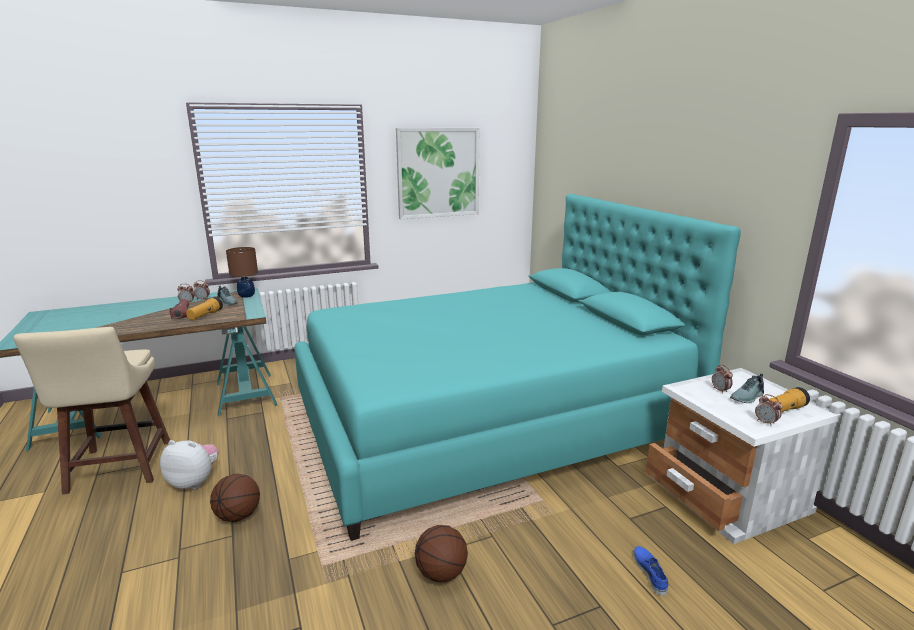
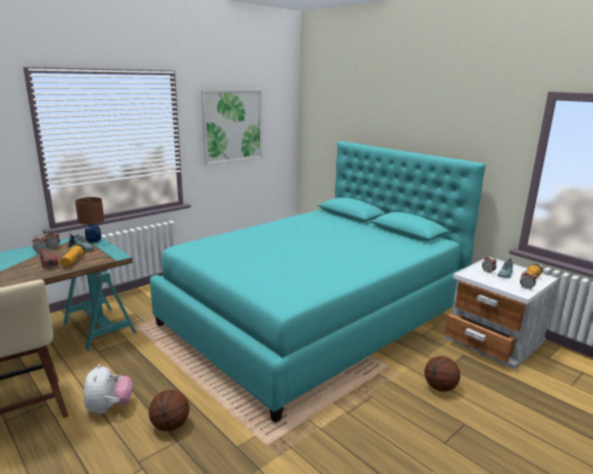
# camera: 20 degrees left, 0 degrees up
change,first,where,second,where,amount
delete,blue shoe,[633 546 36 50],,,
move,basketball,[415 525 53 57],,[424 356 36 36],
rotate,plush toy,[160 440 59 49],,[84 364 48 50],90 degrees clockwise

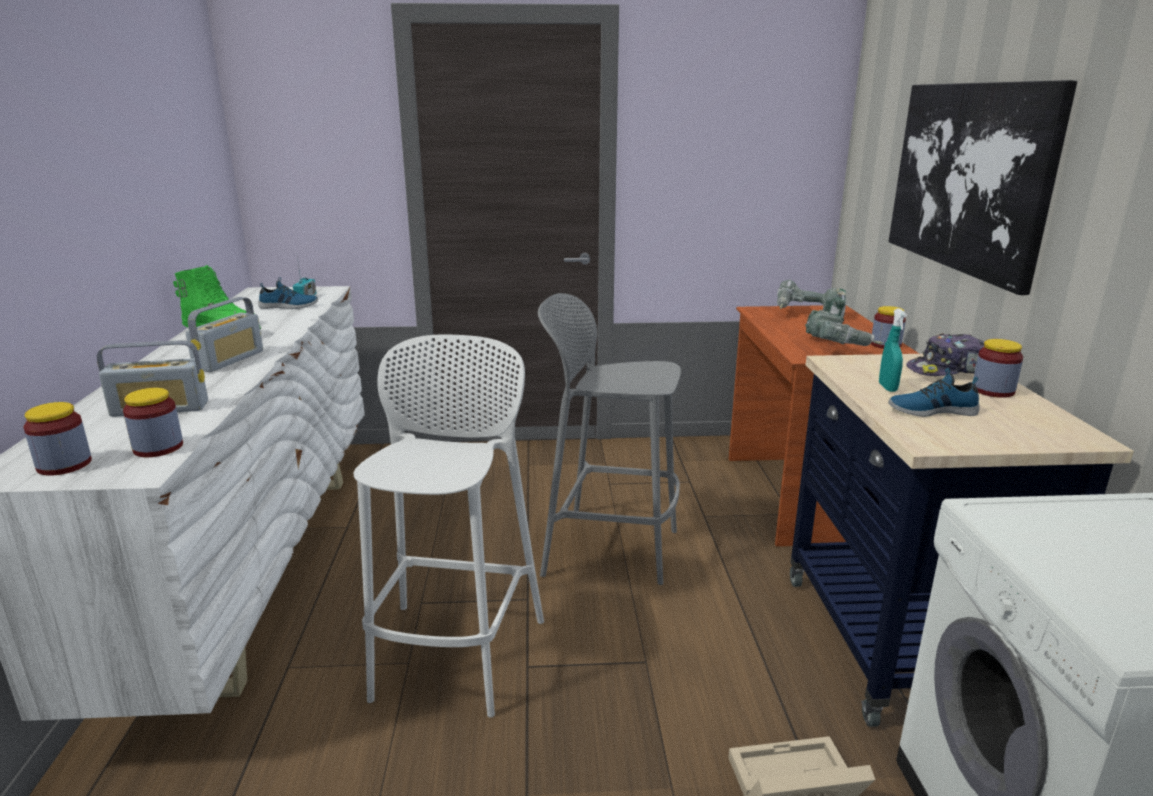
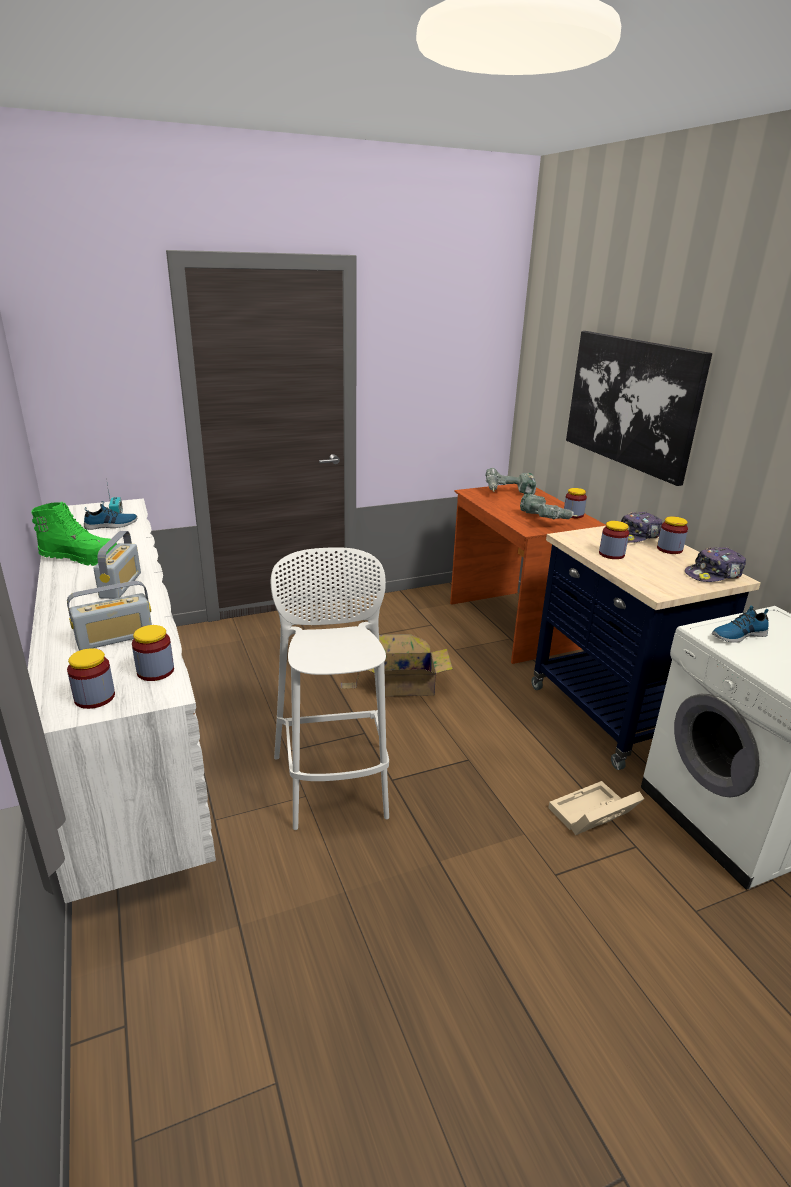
# camera: 20 degrees left, 5 degrees up
change,first,where,second,where,amount
insert,,,cap,[685 547 61 35],
move,shoe,[888 368 91 49],,[712 605 57 38],
replace,grey stool,[538 293 143 292],cardboard box,[340 634 113 63],
replace,turquoise spray bottle,[879 308 28 84],jar,[599 521 30 38],

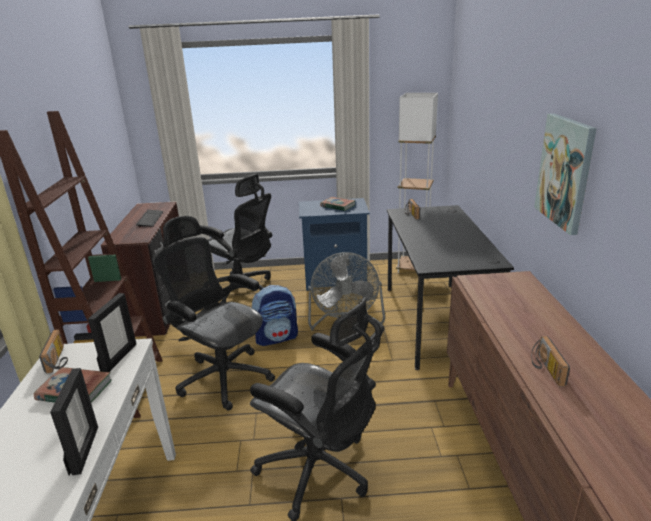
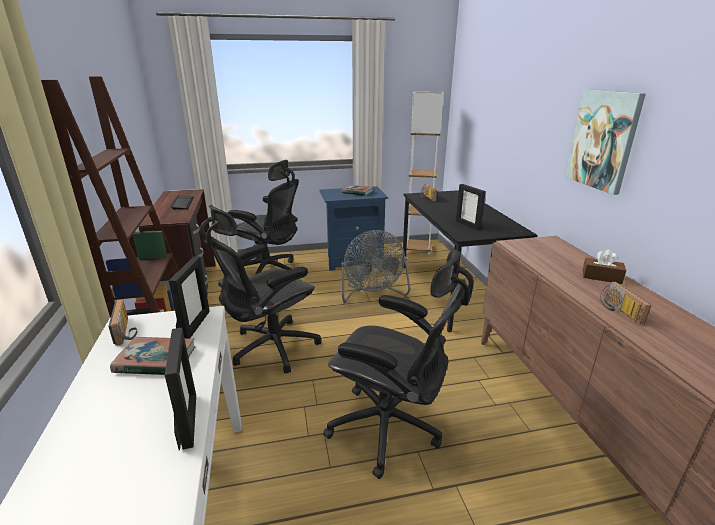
# camera: 10 degrees left, 0 degrees up
change,first,where,second,where,amount
delete,backpack,[252 285 46 61],,,
insert,,,picture frame,[456 184 30 46],
insert,,,brown tissue box,[582 250 44 34],
rotate,office chair,[152 216 123 195],,[200 205 121 168],75 degrees counterclockwise

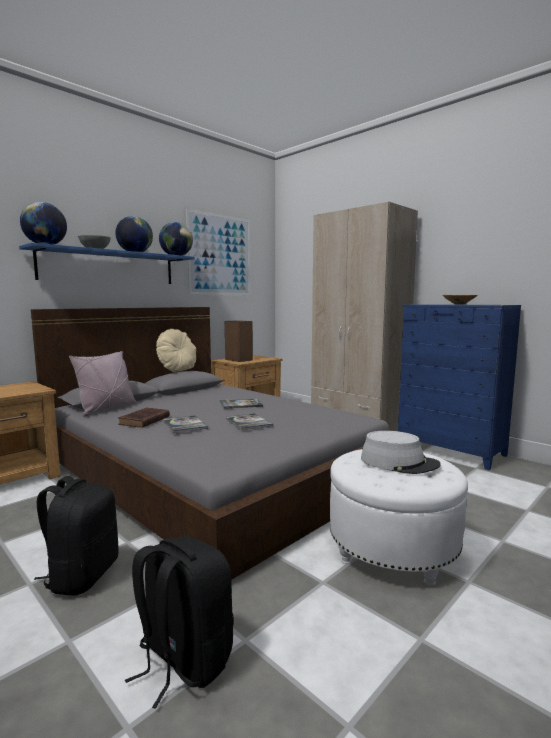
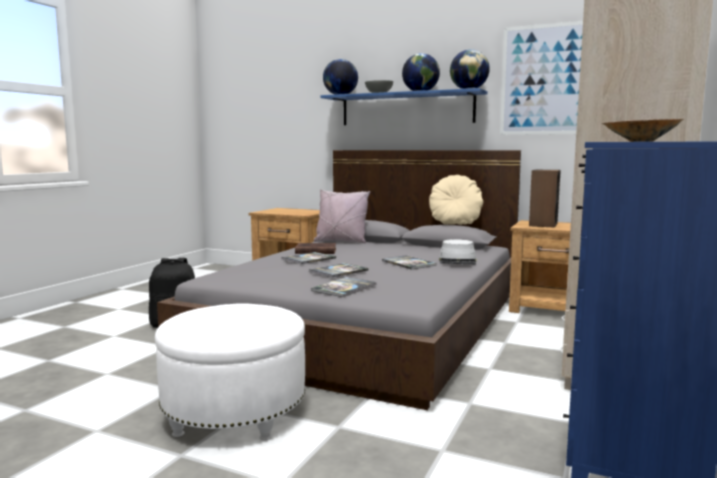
# camera: 70 degrees right, 0 degrees up
change,first,where,second,where,amount
delete,black backpack,[125 536 109 173],,,
insert,,,book,[311 277 66 20],
move,grey hat,[361 431 80 43],,[439 239 38 25],

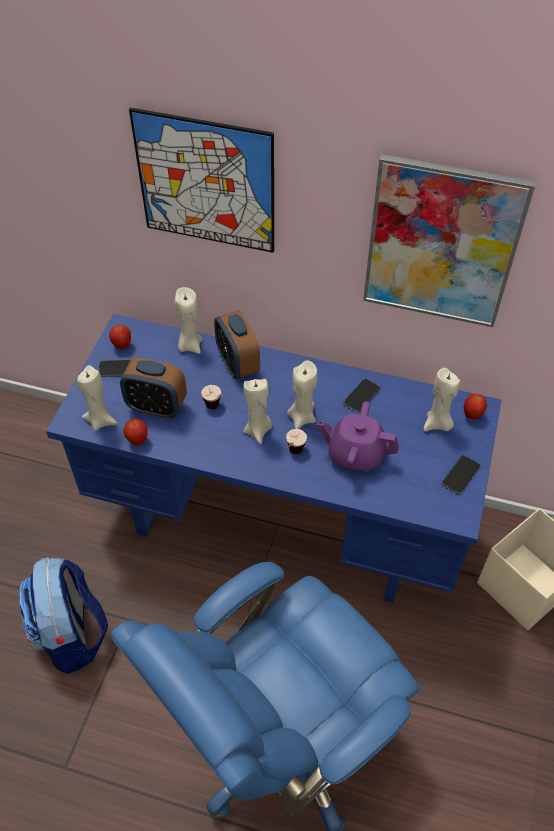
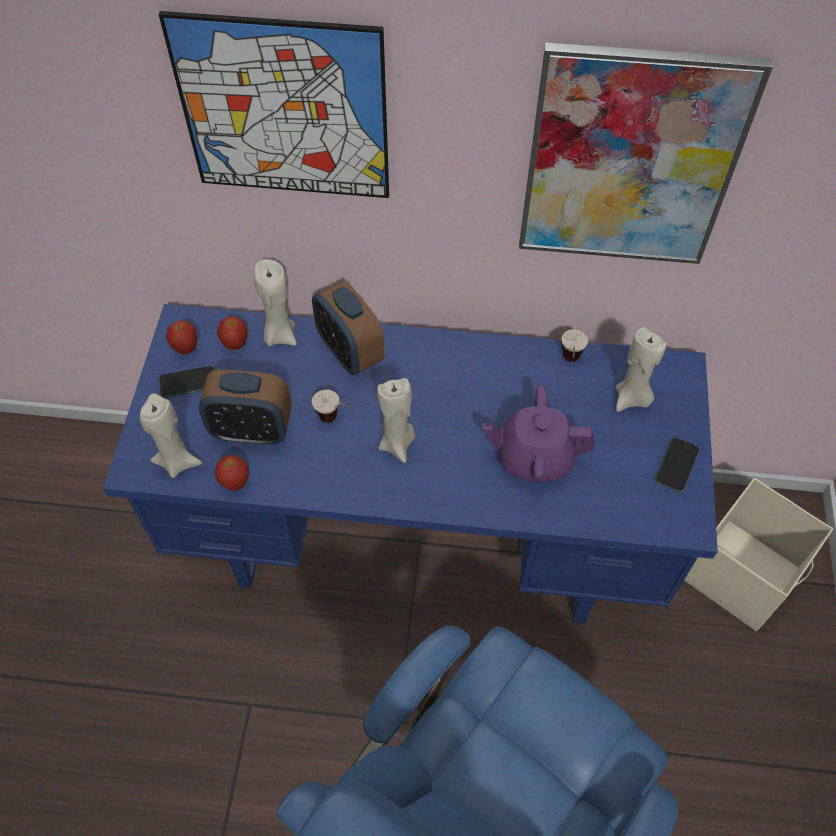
# camera: 10 degrees left, 5 degrees up
change,first,where,second,where,amount
delete,backpack,[19 557 89 117],,,
delete,beige candle,[287 360 30 69],,,
delete,phone,[343 379 38 34],,,
move,cup,[286 429 21 25],,[561 329 27 33],
move,apple,[464 394 23 25],,[217 316 31 34],

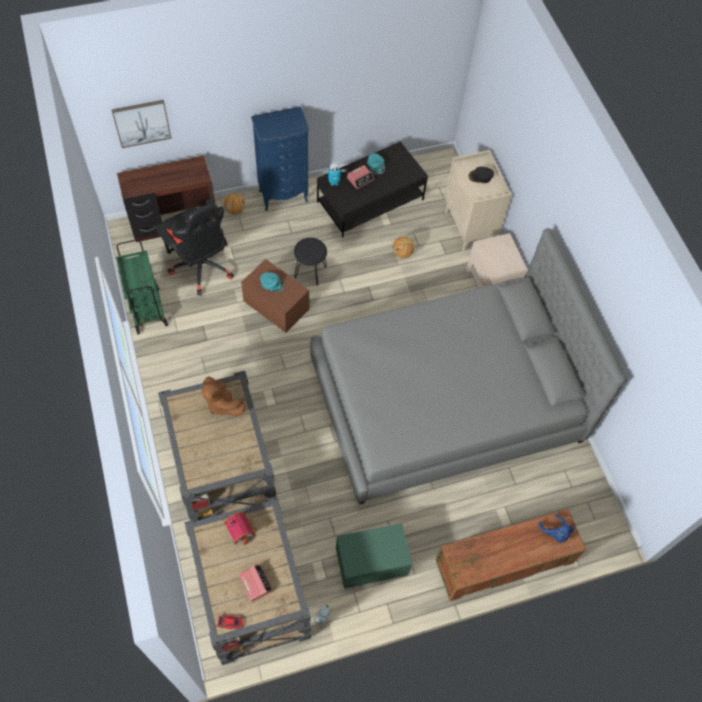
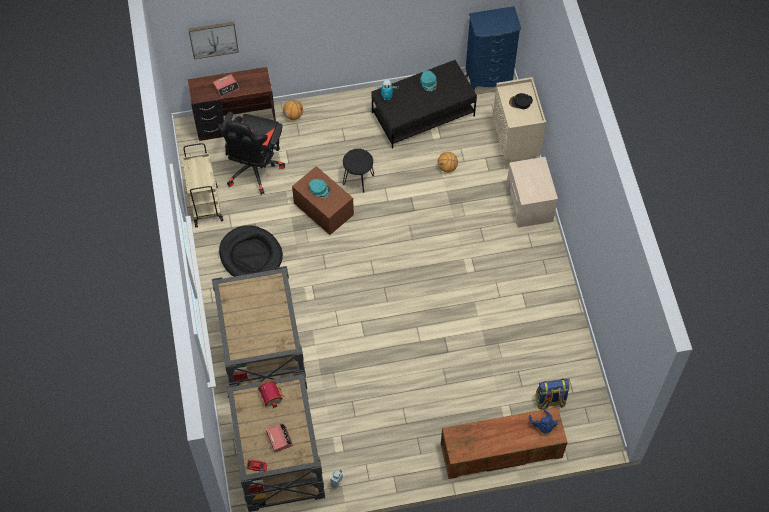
# camera: 10 degrees right, 0 degrees up
change,first,where,second,where,amount
delete,brown plush toy,[202 377 43 39],,,
delete,grey bed,[310 228 317 276],,,
delete,green storage box,[336 523 76 65],,,
insert,,,black dog bed,[219 225 64 52],
insert,,,backpack,[535 379 34 31],
move,blue dresser,[251 107 58 104],,[466 6 55 84],
move,alarm clock,[347 165 27 24],,[213 74 26 23],
recolor,green cart,[116 239 52 96],beige cart,[182 143 41 85],
rotate,black office chair,[155 199 79 97],,[218 112 67 83],45 degrees clockwise

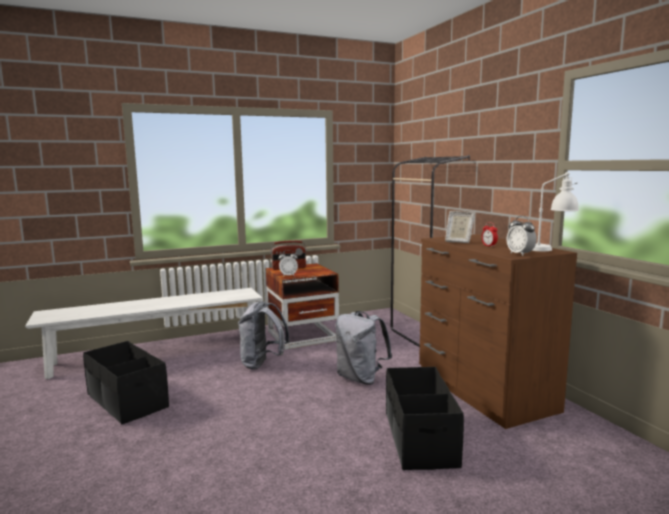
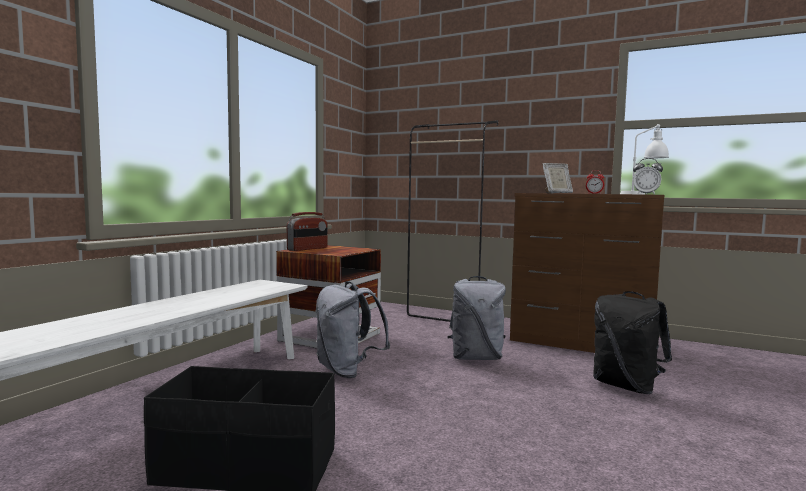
# camera: 40 degrees left, 5 degrees down
change,first,where,second,where,amount
delete,alarm clock,[278 250 20 27],,,
replace,black storage box,[386 367 78 103],black backpack,[593 291 79 103],

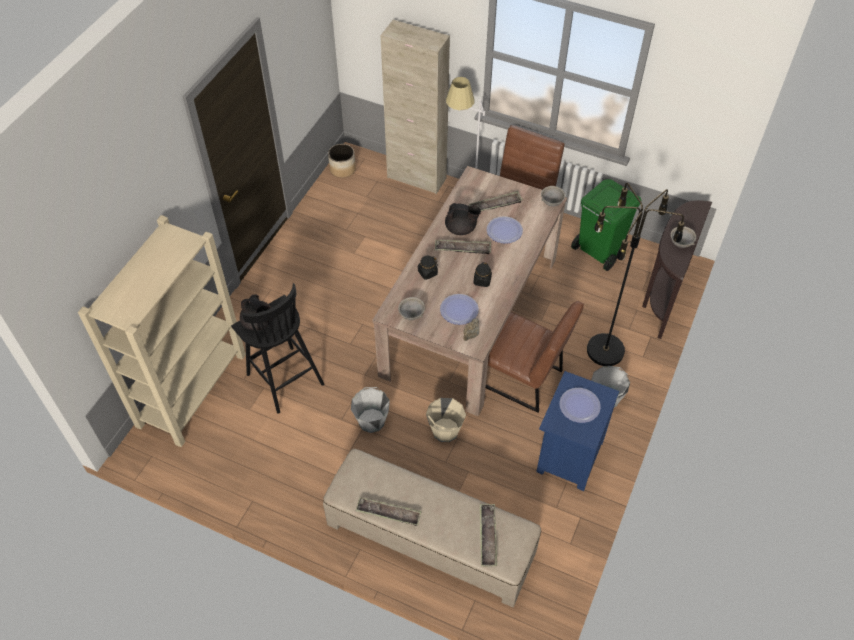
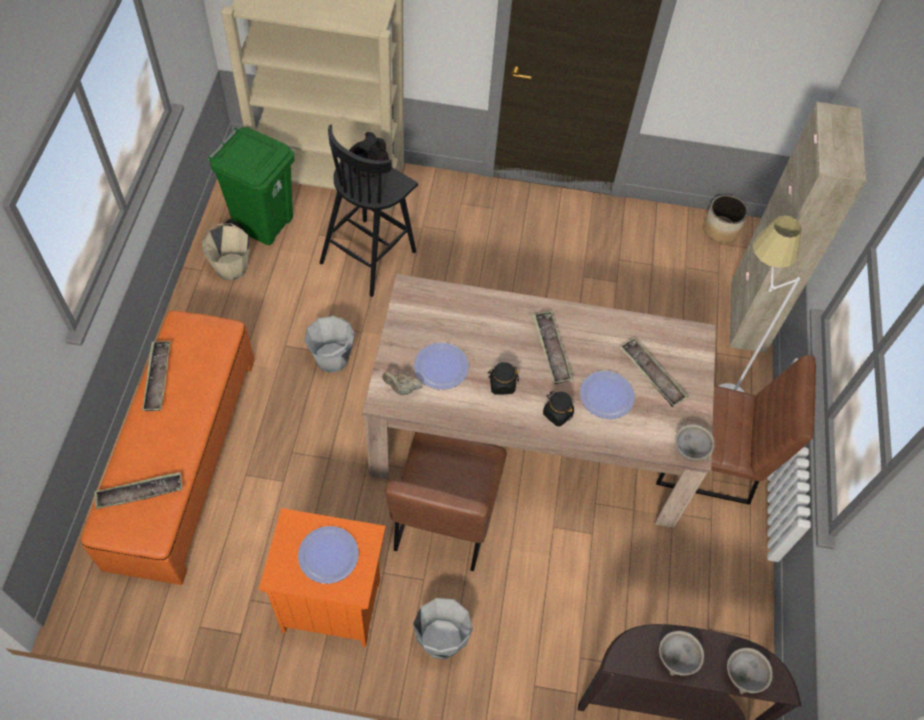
# camera: 70 degrees right, 5 degrees up
change,first,where,second,where,amount
delete,black teapot,[445 203 36 32],,,
delete,floor lamp,[587 183 98 183],,,
move,grey bowl,[398 297 27 23],,[727 648 46 46],
move,black jar,[417 256 21 24],,[543 391 31 35],
move,beige bucket,[426 398 40 44],,[202 223 48 57],
move,green trash can,[571 179 70 92],,[207 127 87 118],
recolor,beige bench,[323 449 218 158],orange bench,[81 311 173 274],
recolor,blue nightstand,[536 371 83 120],orange nightstand,[259 508 127 139],

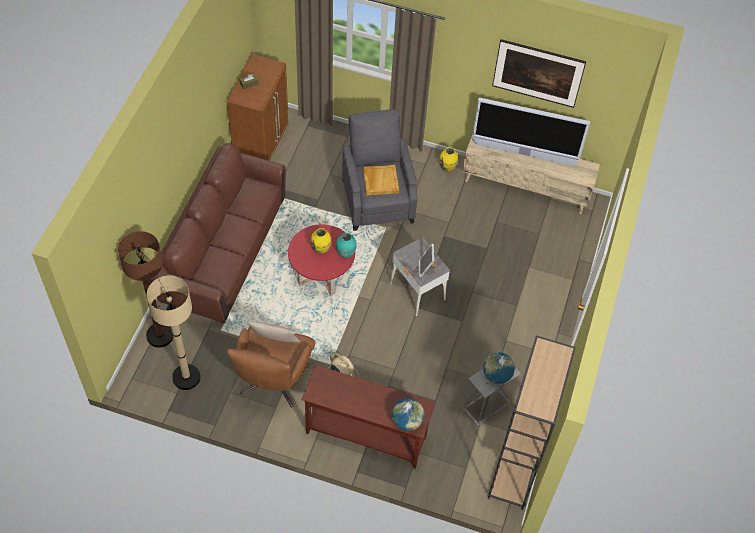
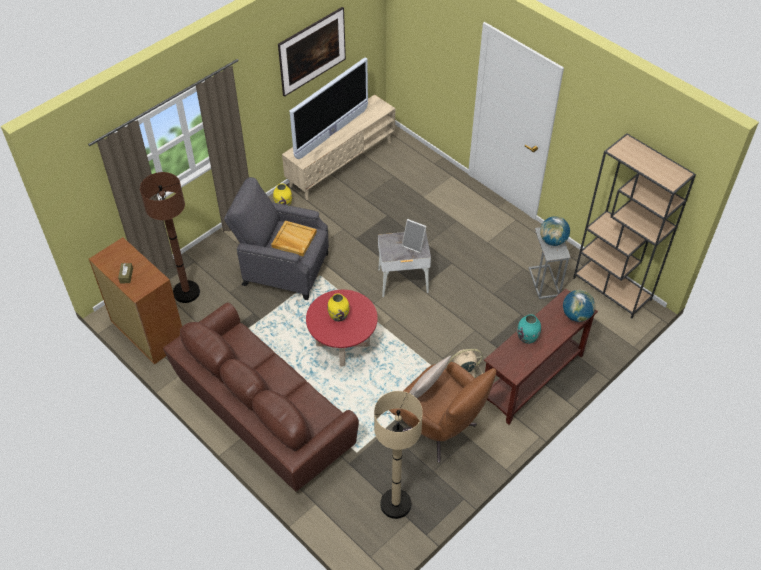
# camera: 60 degrees left, 5 degrees down
change,first,where,second,where,amount
move,brown floor lamp,[118 231 55 117],,[140 172 60 131],
move,turquoise vase,[336 233 21 25],,[517 314 24 30],

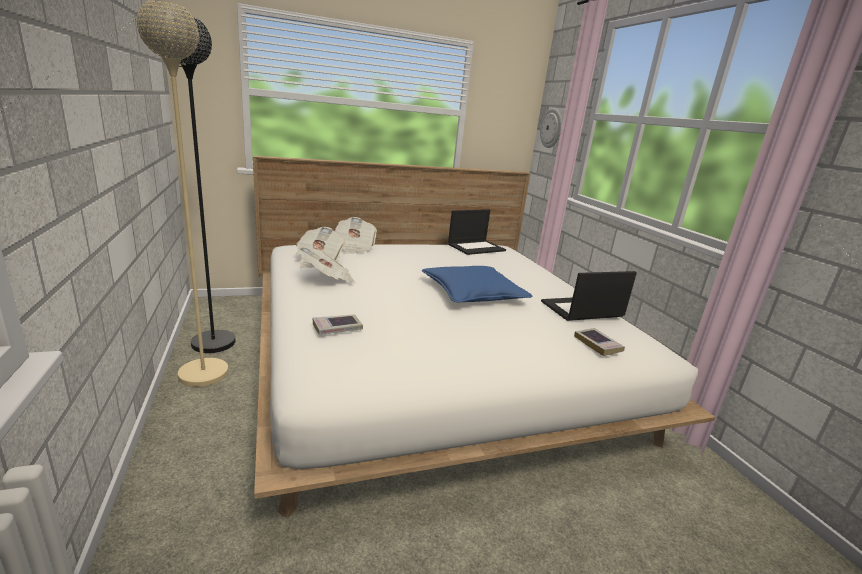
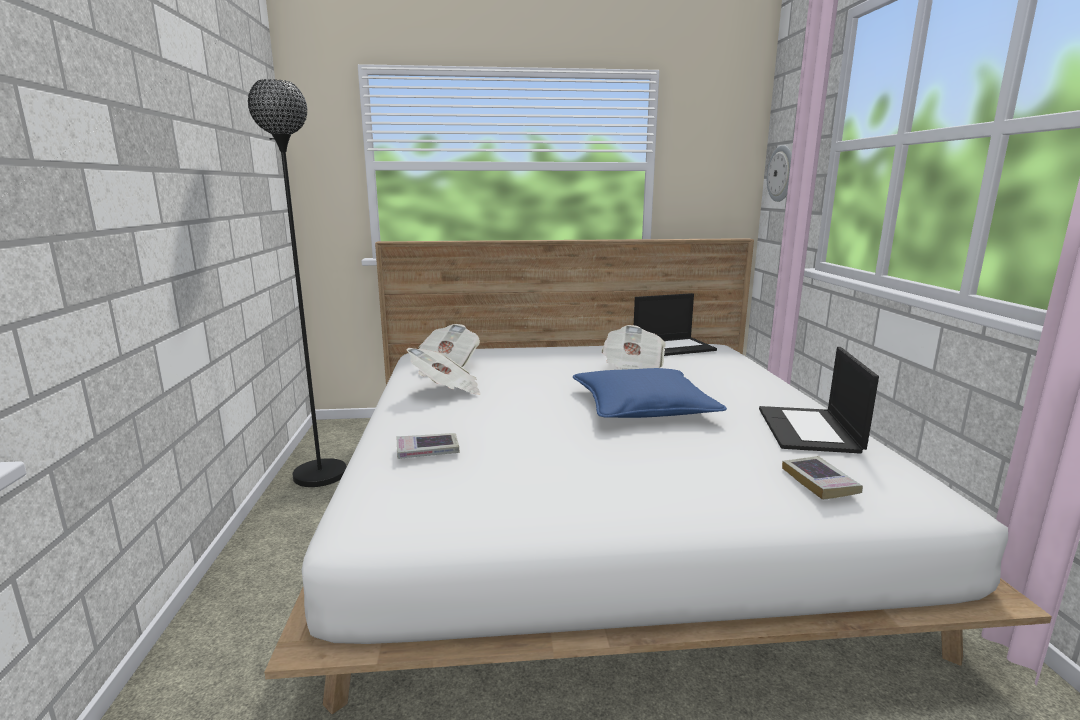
# camera: 15 degrees right, 5 degrees down
change,first,where,second,where,amount
delete,beige floor lamp,[137 0 91 387],,,
move,newspaper,[334 217 43 37],,[601 325 65 45],
rotate,laptop,[541 271 96 50],,[759 347 120 107],75 degrees counterclockwise

